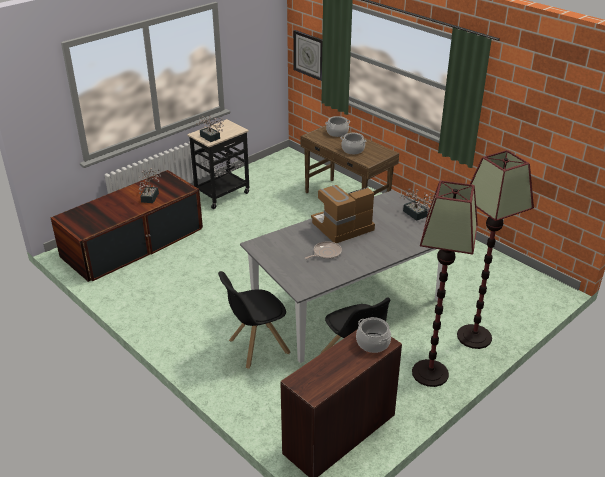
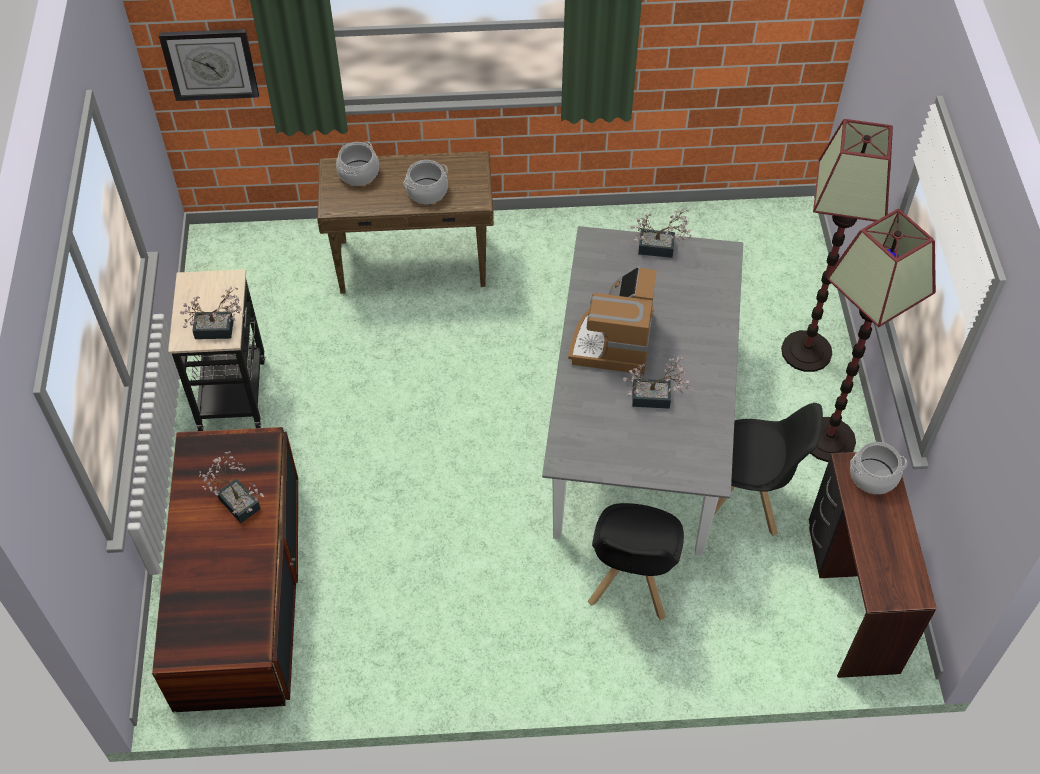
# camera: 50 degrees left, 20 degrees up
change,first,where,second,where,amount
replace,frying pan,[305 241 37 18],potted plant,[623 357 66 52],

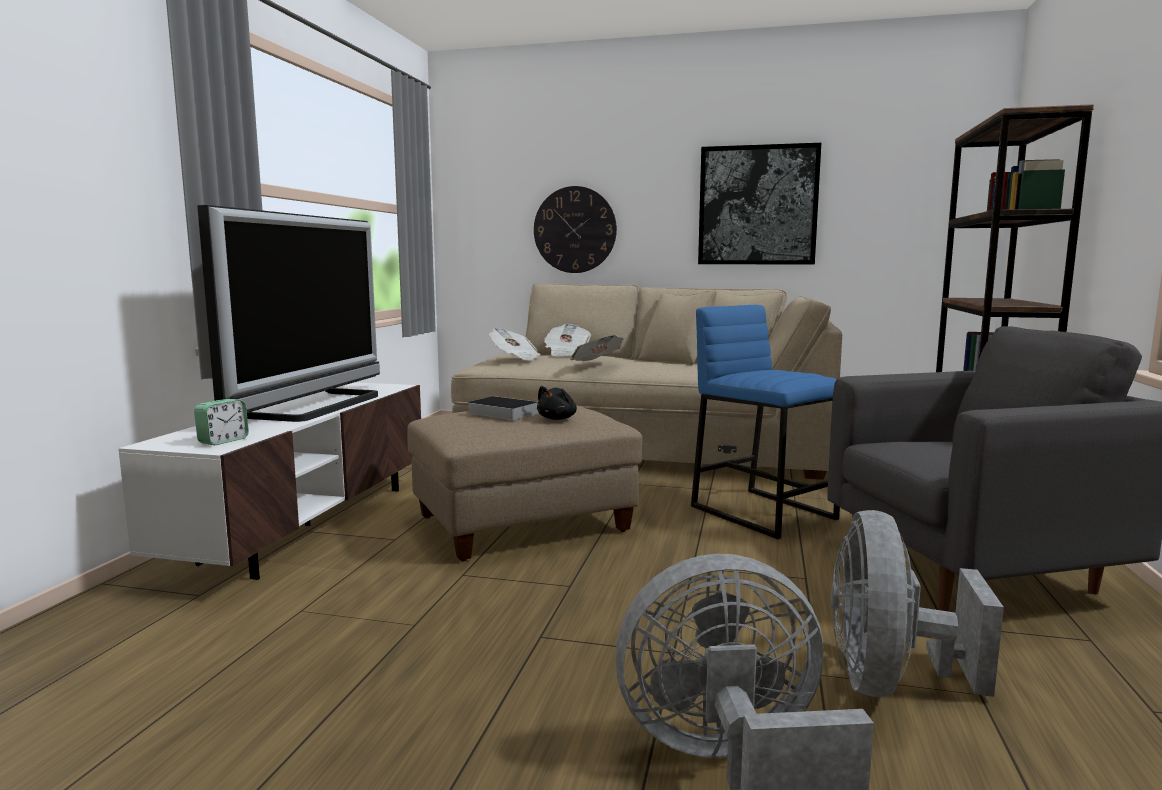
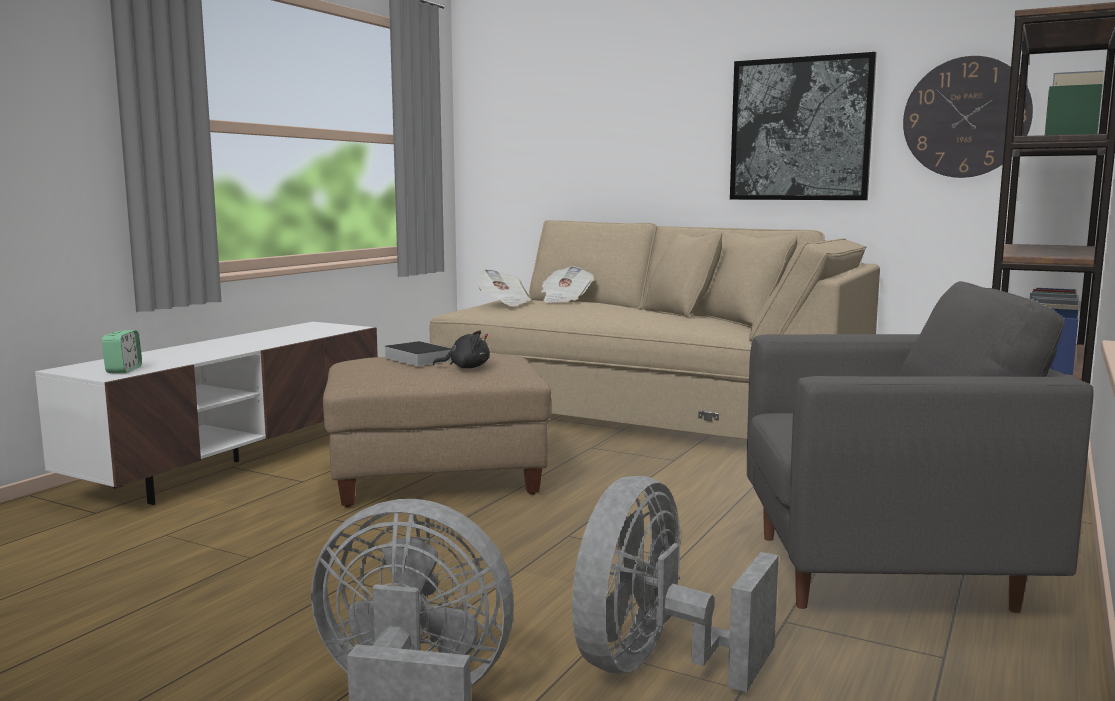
# camera: 15 degrees right, 0 degrees up
change,first,where,second,where,amount
delete,television,[197 205 183 217],,,
delete,newspaper,[570 335 54 26],,,
delete,blue stool,[691 305 149 234],,,
move,wall clock,[534 186 83 87],,[903 56 130 122],
rotate,alarm clock,[194 399 55 46],,[102 330 40 43],45 degrees counterclockwise
rotate,black plush toy,[537 386 40 34],,[433 330 57 38],135 degrees counterclockwise

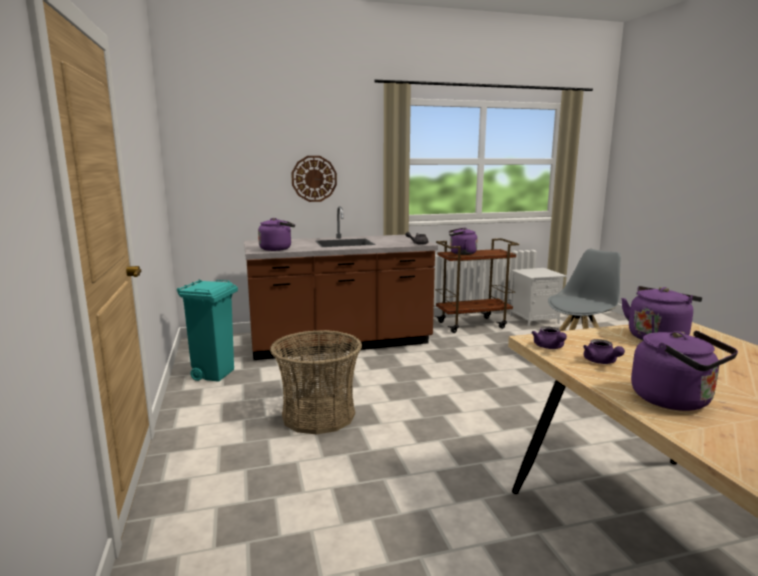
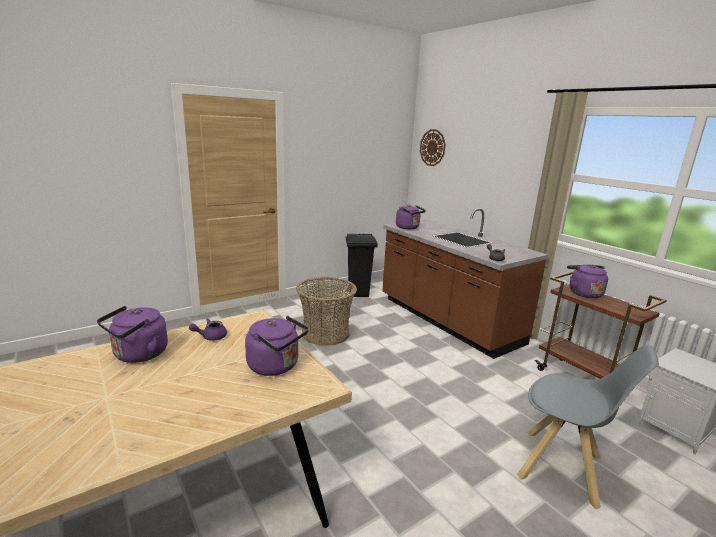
# camera: 70 degrees right, 5 degrees up
change,first,where,second,where,amount
delete,purple teapot,[531 326 36 23],,,
move,wall clock,[291 156 46 46],,[420 129 26 37],
recolor,turquoise trash can,[177 279 61 103],black trash can,[346 234 32 63],

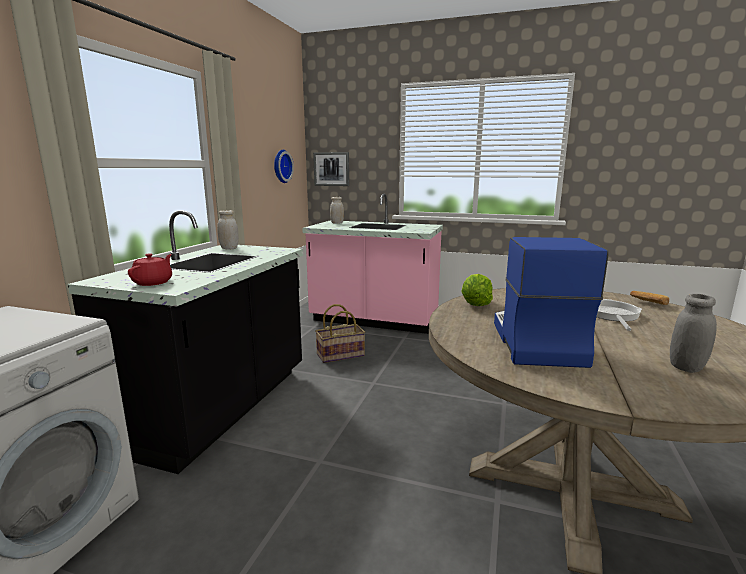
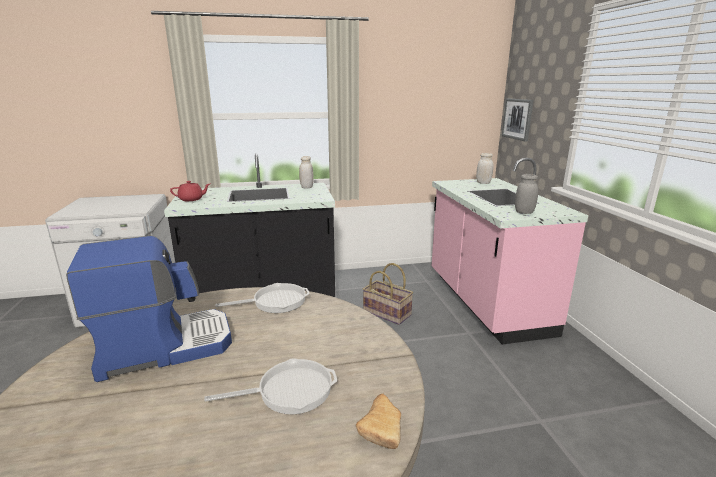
# camera: 60 degrees right, 5 degrees up
change,first,where,second,where,amount
delete,wall clock,[274 150 20 33],,,
move,grey jar,[670 294 47 79],,[515 174 23 40],
replace,lettuce,[461 274 32 32],frying pan,[216 283 94 30],

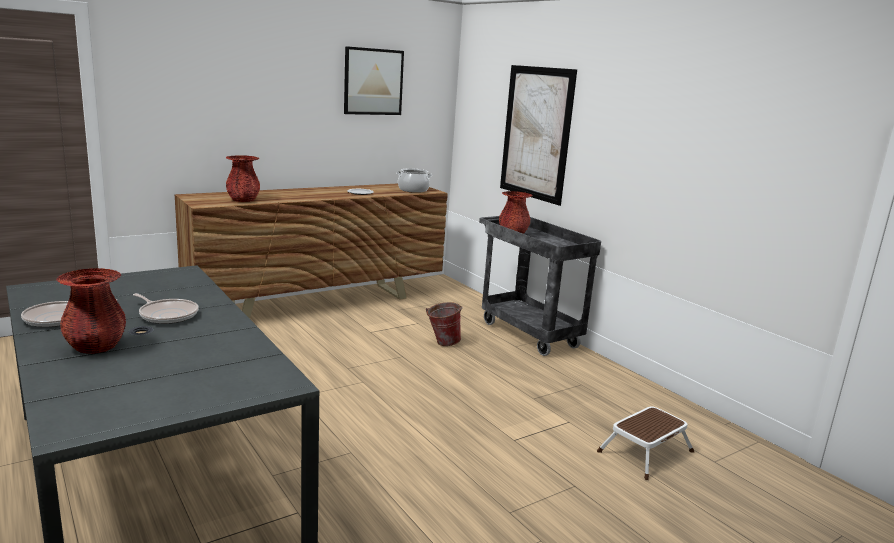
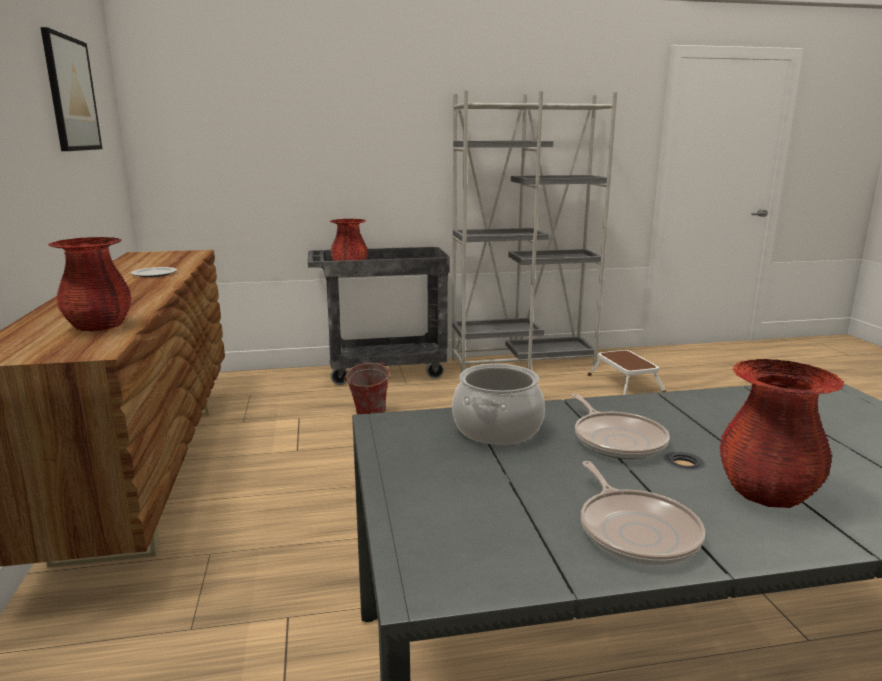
# camera: 65 degrees left, 0 degrees up
change,first,where,second,where,amount
delete,picture,[500 65 77 141],,,
insert,,,grey bookcase,[452 91 165 281],
move,cooking pot,[397 168 35 25],,[452 364 93 81],
rotate,frying pan,[133 293 66 31],,[572 394 98 65],105 degrees clockwise

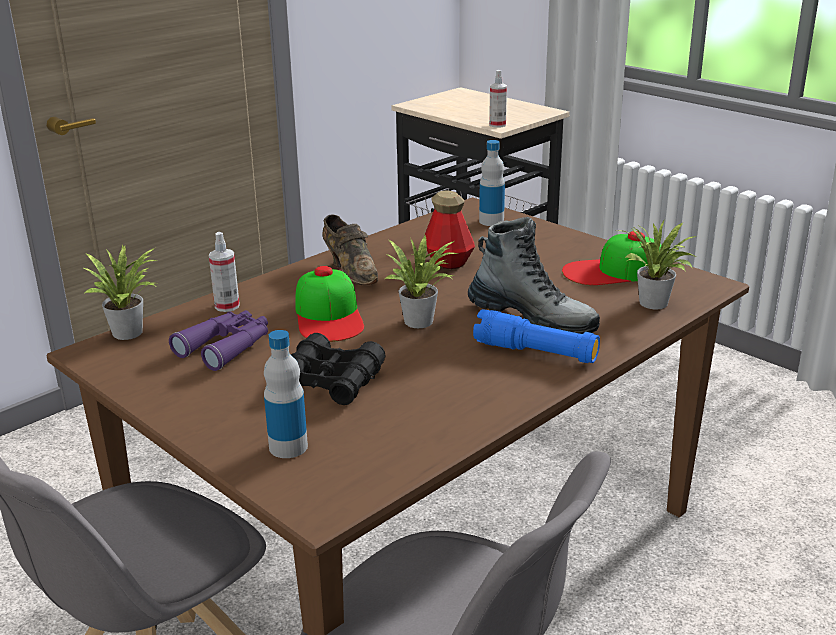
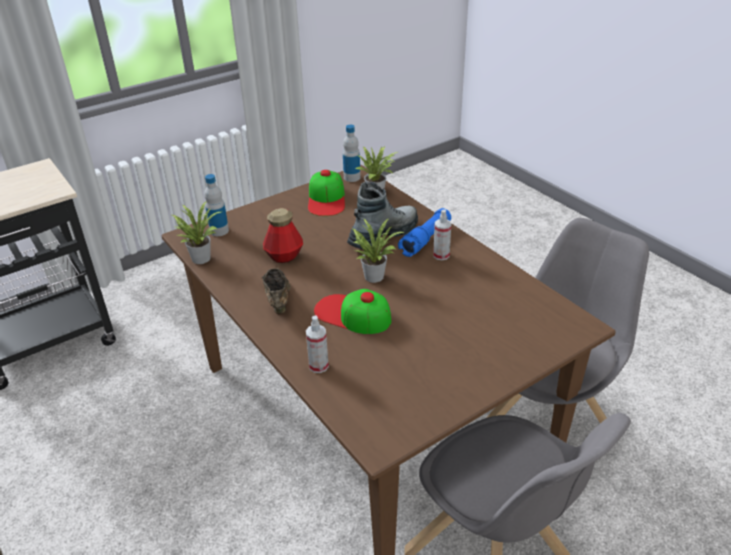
# camera: 80 degrees left, 10 degrees up
change,first,where,second,where,amount
delete,purple binoculars,[169 310 99 61],,,
delete,black binoculars,[291 333 94 72],,,
move,potted plant,[84 244 73 96],,[170 202 54 62],
move,bottle,[264 330 44 128],,[343 125 18 57],
move,spray bottle,[489 70 18 58],,[433 209 18 51],
rotate,cap,[295 266 69 76],,[314 289 77 45],150 degrees counterclockwise
rotate,brown shoe,[322 214 56 72],,[261 268 30 46],75 degrees counterclockwise

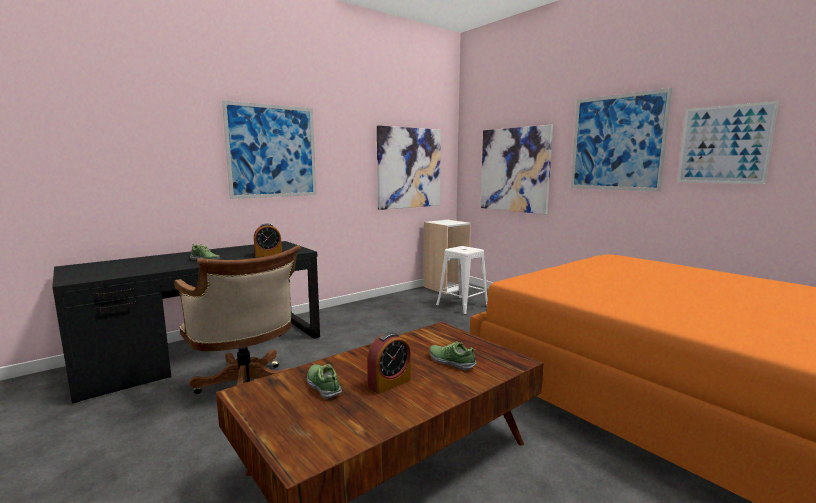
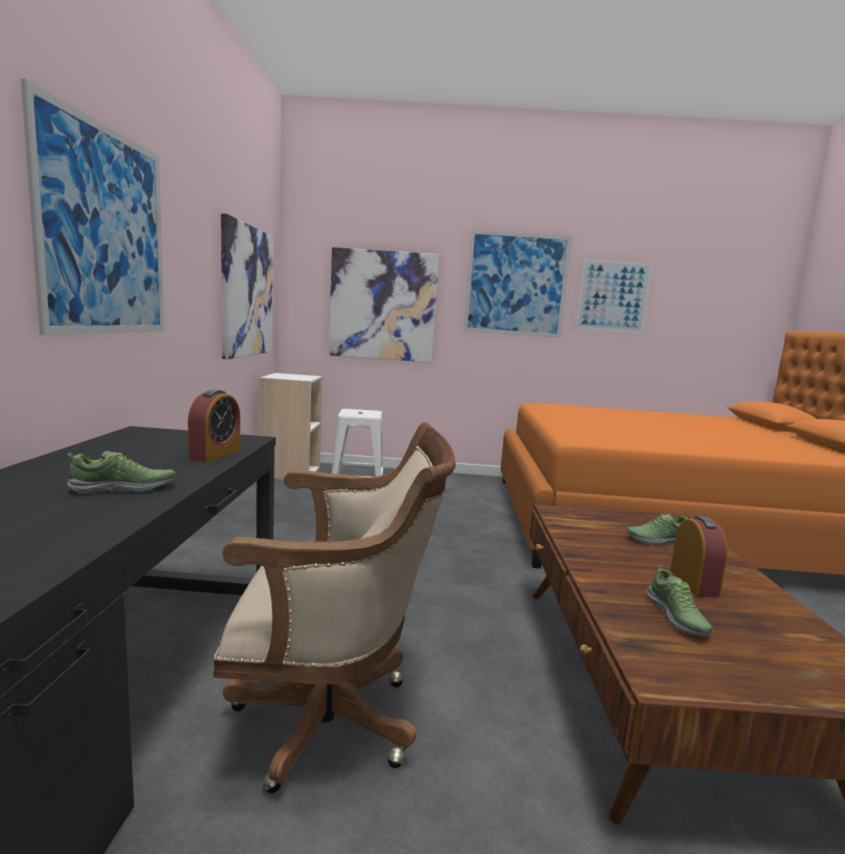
# camera: 50 degrees left, 0 degrees up
change,first,where,second,where,amount
rotate,shoe,[307 364 35 35],,[646 565 67 71],105 degrees counterclockwise

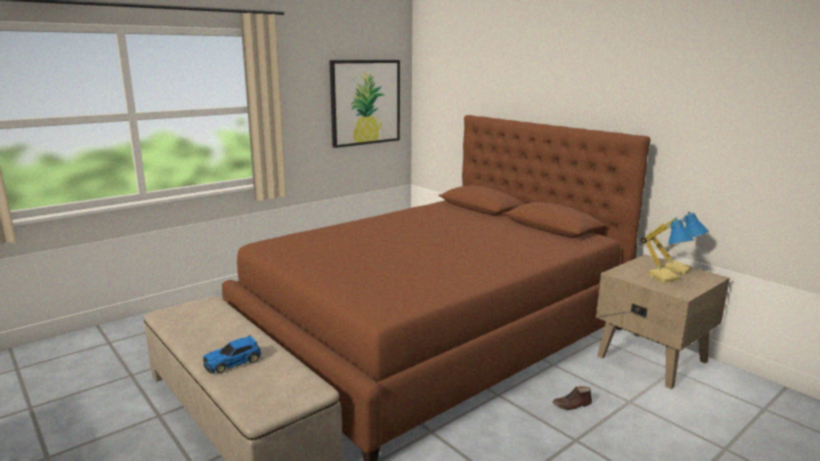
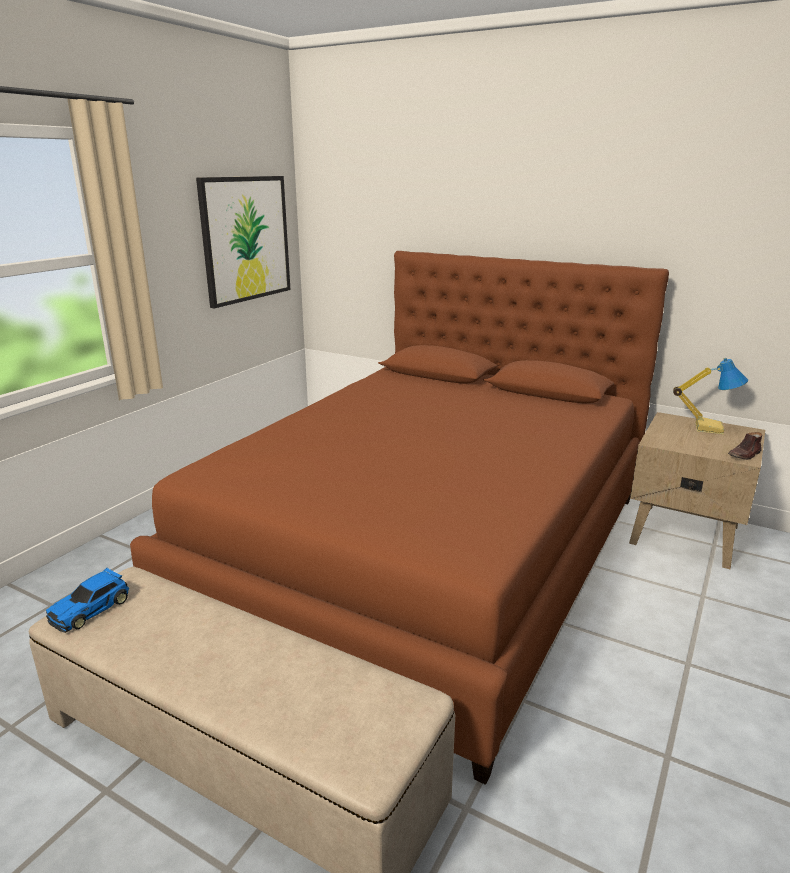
# camera: 20 degrees left, 5 degrees up
change,first,where,second,where,amount
delete,table lamp,[641 218 53 66],,,
move,toy car,[203 335 58 39],,[46 568 83 65],
move,brown shoe,[552 386 40 24],,[728 432 34 28],

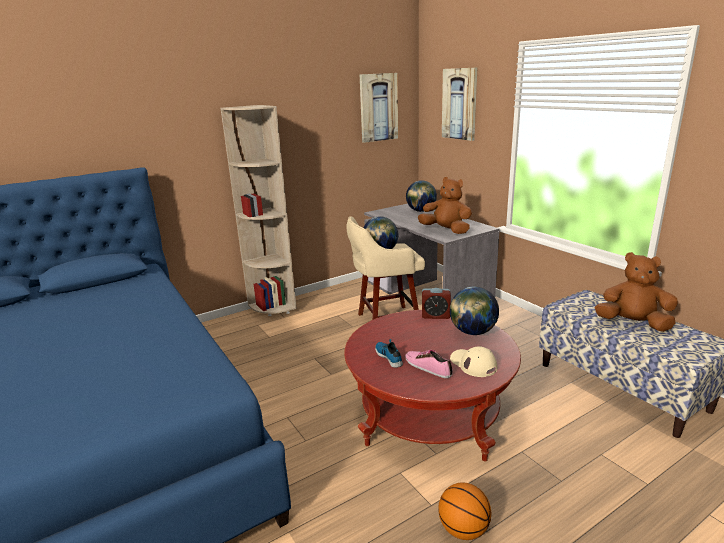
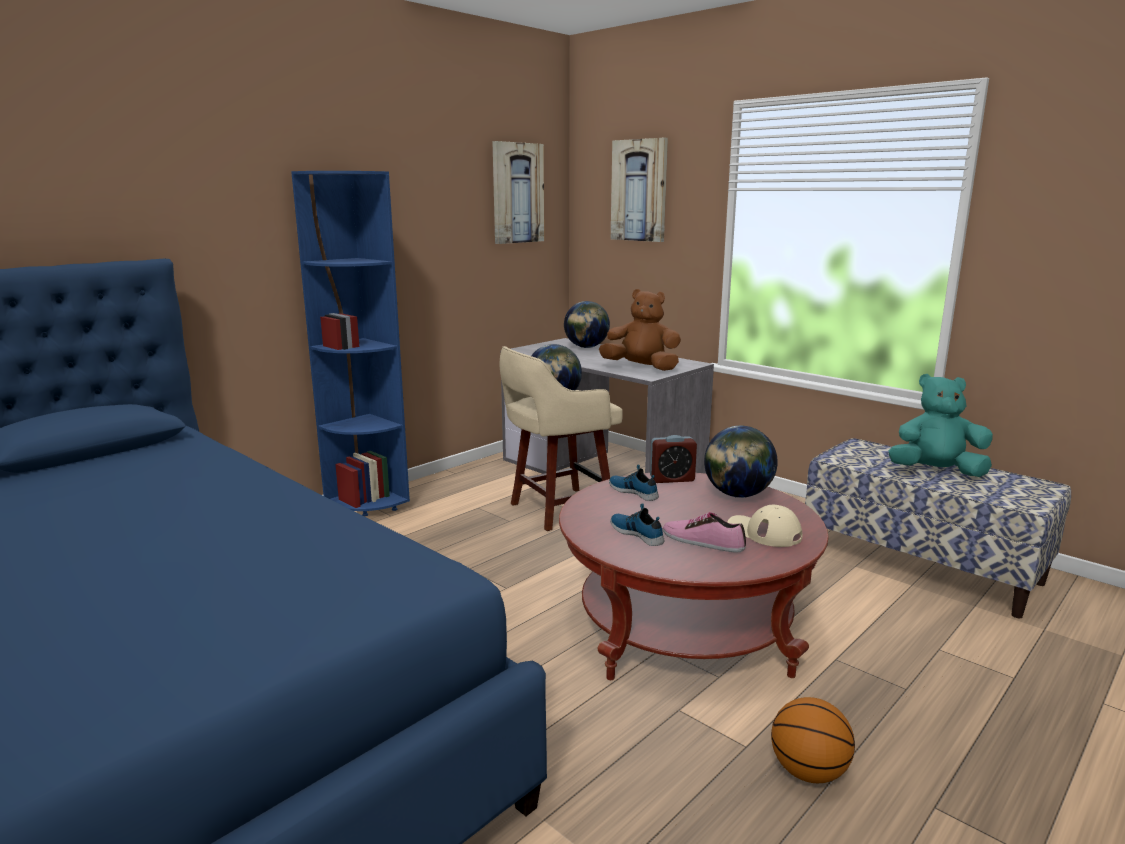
# camera: 15 degrees left, 5 degrees down
change,first,where,second,where,amount
insert,,,shoe,[609 465 50 36],
recolor,beige bookcase,[221 105 76 211],blue bookcase,[291 171 119 345],
recolor,brown plush toy,[595 252 83 80],turquoise plush toy,[889 374 104 103],

